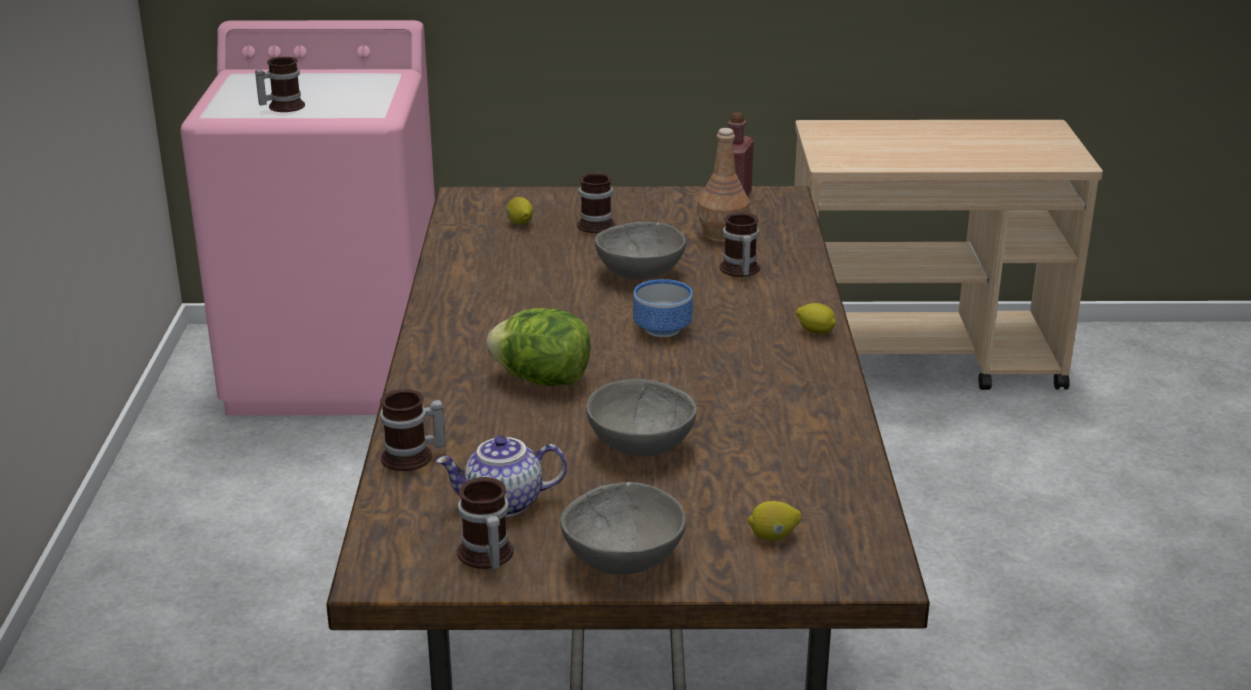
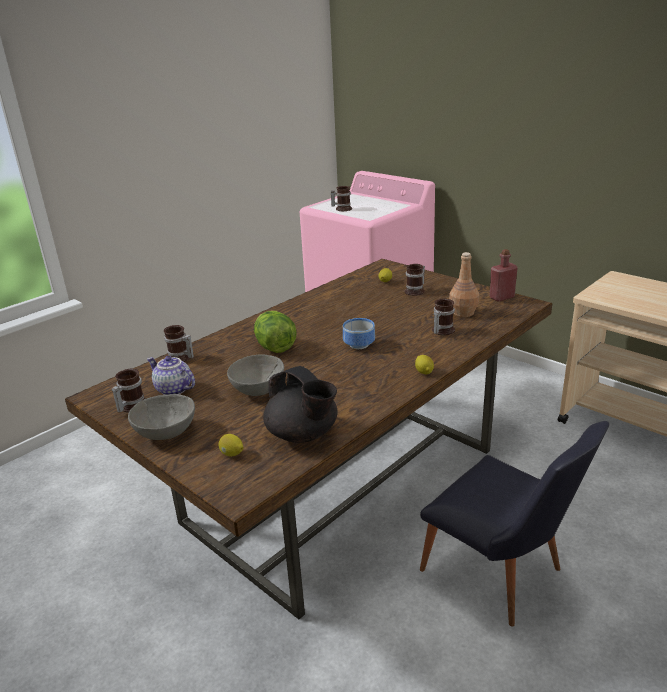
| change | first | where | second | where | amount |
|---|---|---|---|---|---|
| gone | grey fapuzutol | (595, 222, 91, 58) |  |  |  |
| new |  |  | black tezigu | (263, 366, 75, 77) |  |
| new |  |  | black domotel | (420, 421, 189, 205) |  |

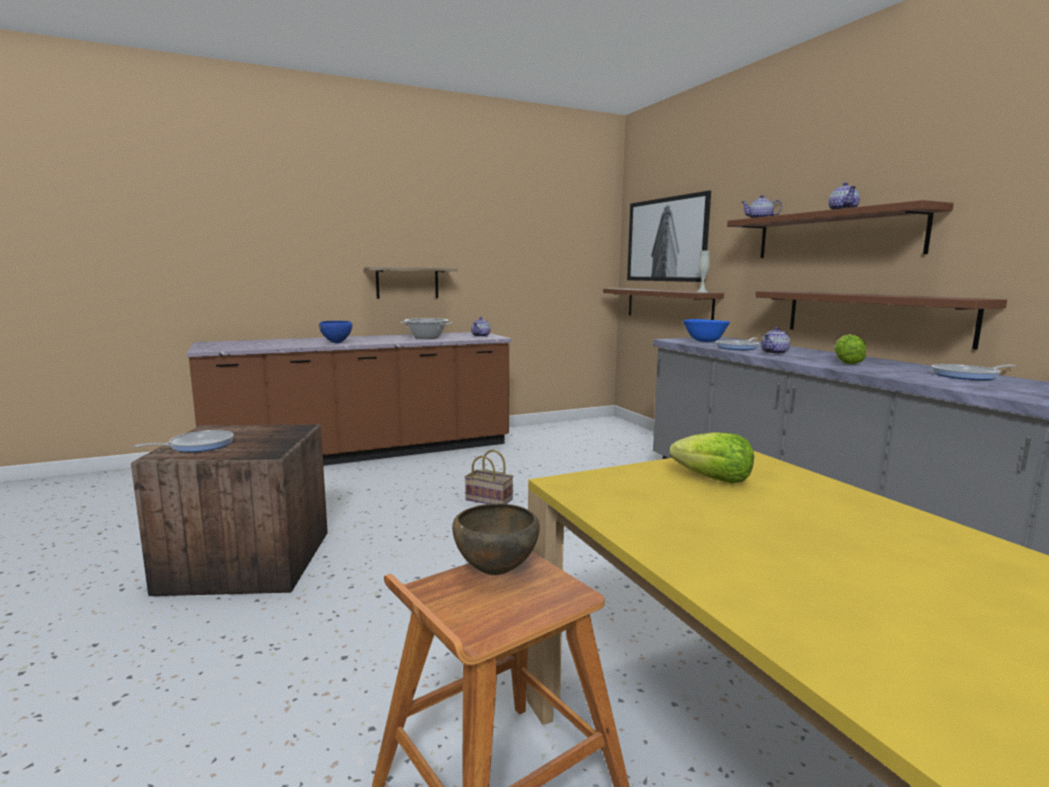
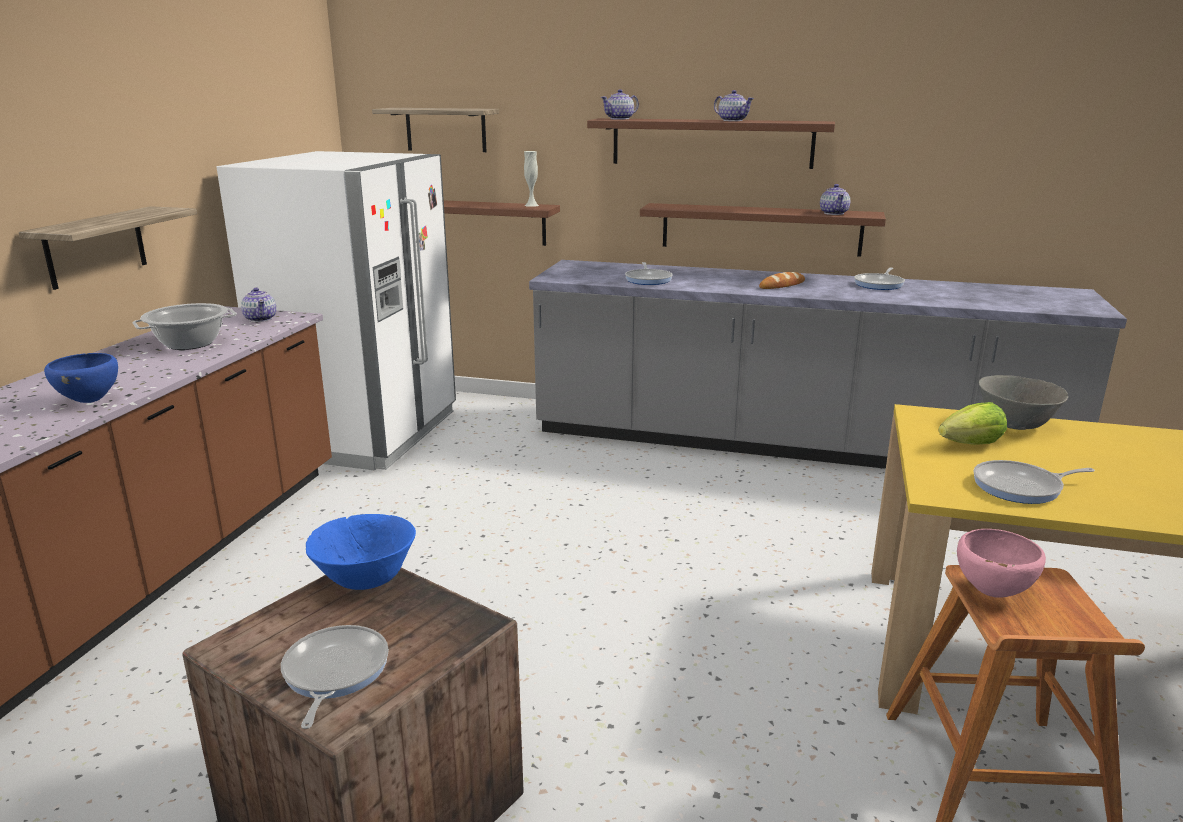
| change | first | where | second | where | amount |
|---|---|---|---|---|---|
| repainted | brown fapuzutol | (452, 503, 88, 72) | pink fapuzutol | (957, 529, 89, 69) |  |
| gone | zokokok | (465, 450, 48, 54) |  |  |  |
| swapped | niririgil | (627, 190, 84, 92) | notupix | (372, 108, 127, 44) |  |
| shifted | blue fapuzutol | (683, 319, 47, 23) |  | (306, 514, 110, 76) |  |
| shifted | tezigu | (761, 327, 29, 27) |  | (820, 184, 30, 31) |  |
| swapped | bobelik | (834, 334, 32, 30) | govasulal | (759, 272, 46, 17) |  |
| new |  |  | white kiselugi | (217, 151, 239, 320) |  |
| new |  |  | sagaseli | (973, 460, 122, 44) |  |
| new |  |  | grey fapuzutol | (978, 375, 91, 55) |  |

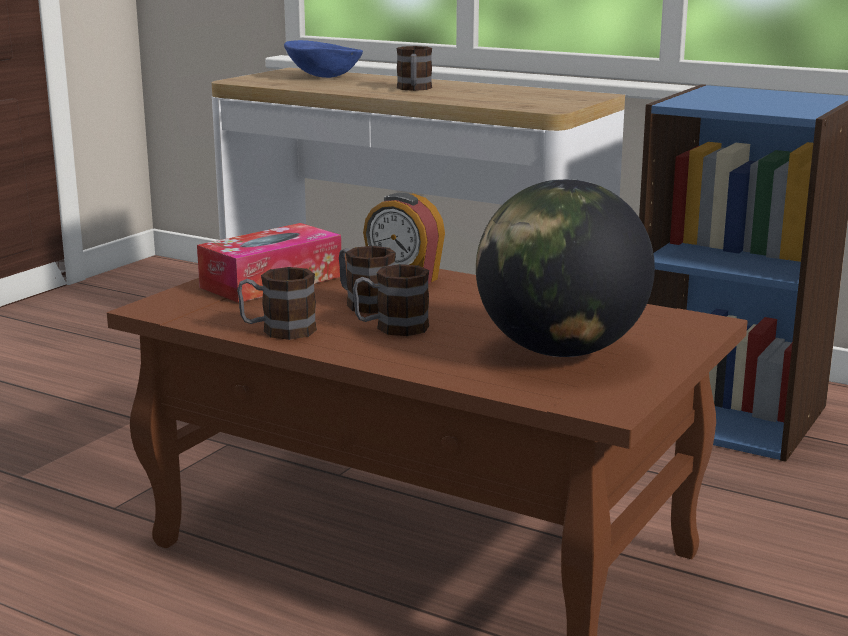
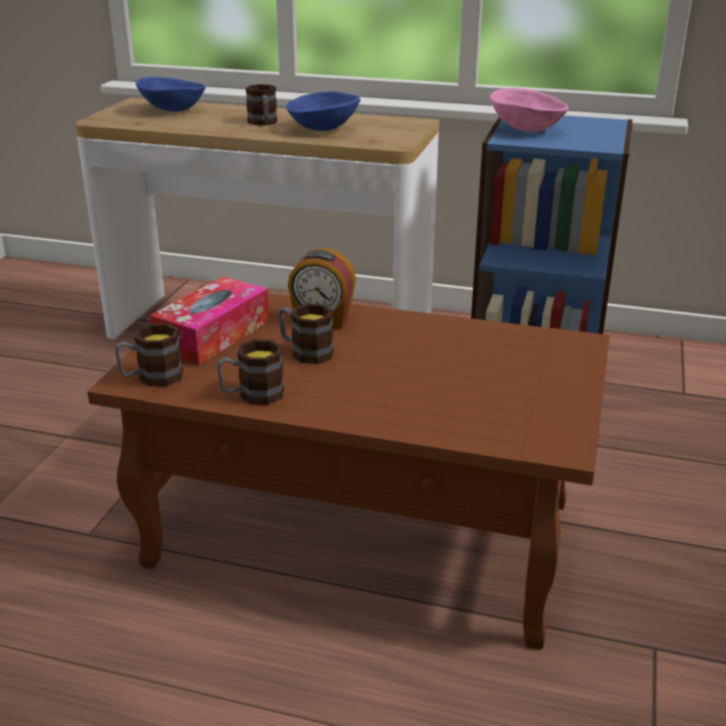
| change | first | where | second | where | amount |
|---|---|---|---|---|---|
| shifted | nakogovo | (353, 264, 76, 72) |  | (115, 323, 68, 63) |  |
| gone | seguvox | (476, 179, 179, 178) |  |  |  |
| new |  |  | blue fapuzutol | (286, 91, 74, 40) |  |
| new |  |  | pink fapuzutol | (490, 88, 78, 44) |  |

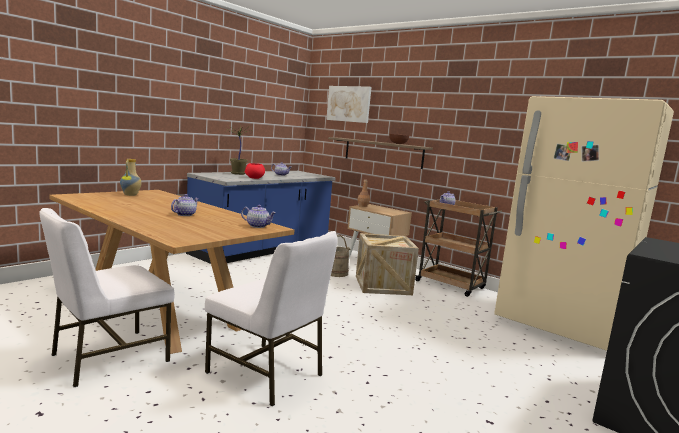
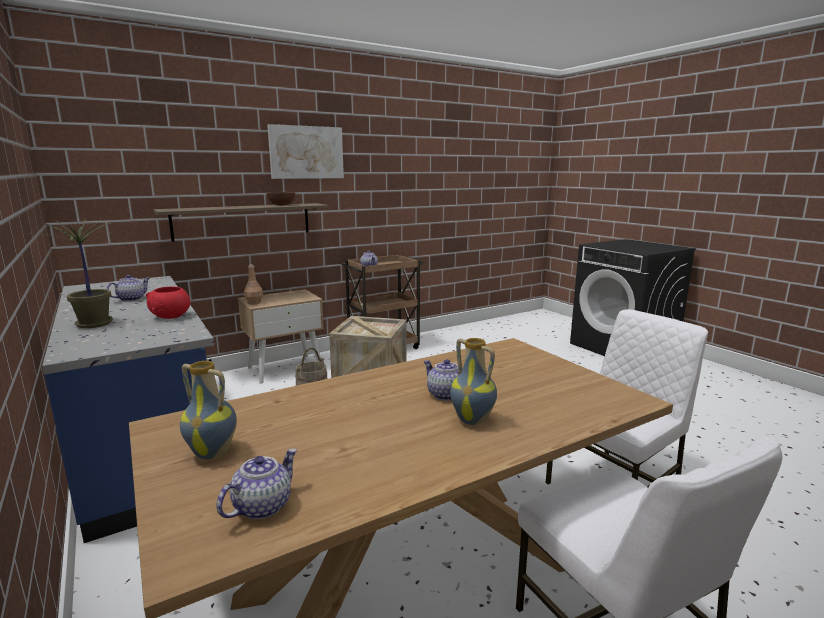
| change | first | where | second | where | amount |
|---|---|---|---|---|---|
| shifted | tezigu | (241, 205, 35, 23) |  | (216, 449, 81, 70) |  |
| shifted | niririgil | (326, 86, 45, 37) |  | (267, 124, 77, 55) |  |
| gone | beige kiselugi | (494, 96, 180, 255) |  |  |  |
| new |  |  | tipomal | (450, 338, 47, 87) |  |

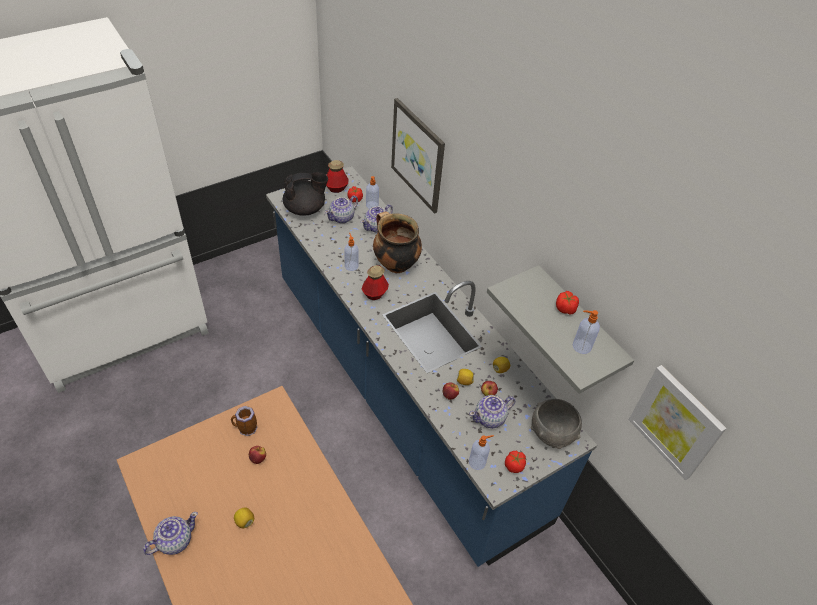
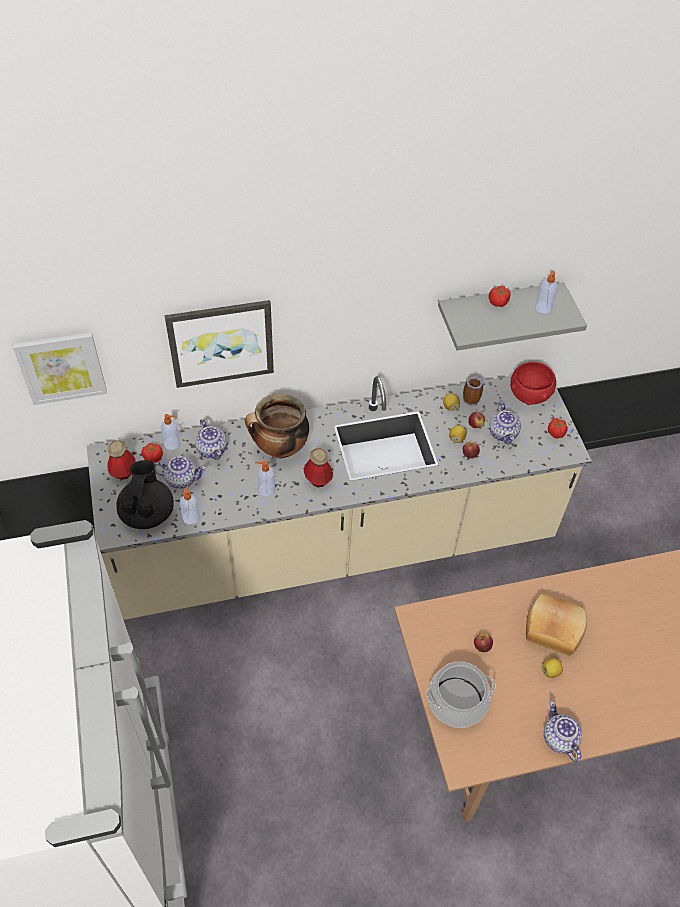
| change | first | where | second | where | amount |
|---|---|---|---|---|---|
| shifted | nakogovo | (231, 406, 26, 30) |  | (463, 376, 21, 30) |  |
| repainted | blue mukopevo | (266, 166, 331, 401) | beige mukopevo | (87, 376, 505, 244) |  |
| rotated | tezigu | (325, 196, 33, 28) |  | (155, 456, 51, 33) | 60 degrees counterclockwise |
| shifted | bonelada | (469, 435, 25, 35) |  | (180, 483, 20, 42) |  |
| repainted | grey fapuzutol | (531, 399, 51, 50) | red fapuzutol | (510, 362, 46, 43) |  |
| shifted | niririgil | (629, 365, 98, 115) |  | (13, 332, 94, 73) |  |
| new |  |  | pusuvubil | (426, 661, 69, 67) |  |
| new |  |  | govasulal | (526, 593, 61, 63) |  |

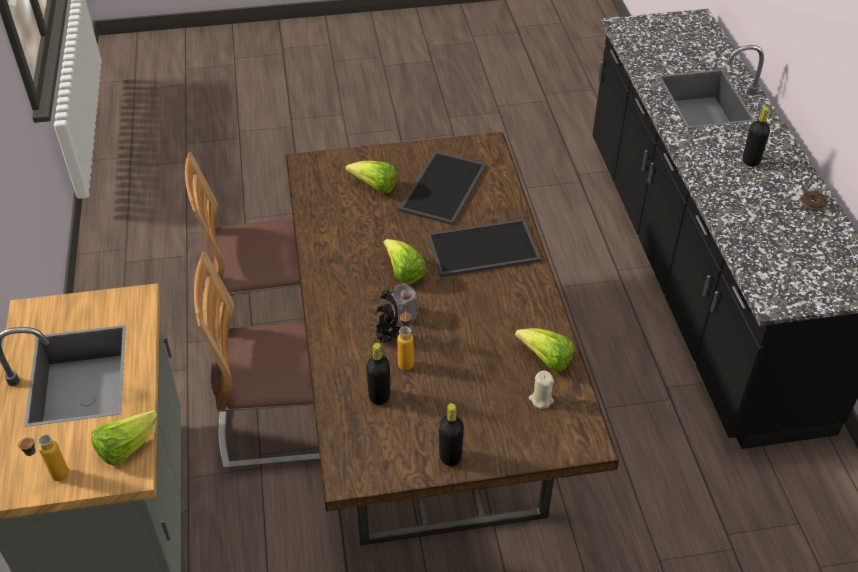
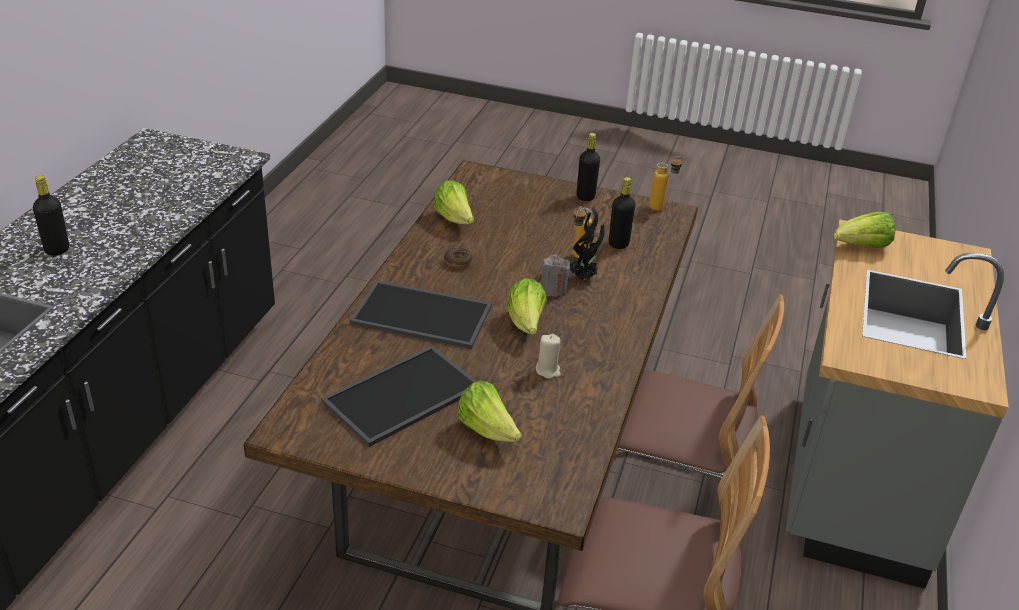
| change | first | where | second | where | amount |
|---|---|---|---|---|---|
| shifted | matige | (18, 434, 51, 47) |  | (649, 156, 34, 55) |  |
| shifted | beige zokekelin | (529, 370, 25, 39) |  | (536, 334, 25, 45) |  |
| shifted | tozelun | (801, 191, 26, 20) |  | (444, 248, 29, 20) |  |

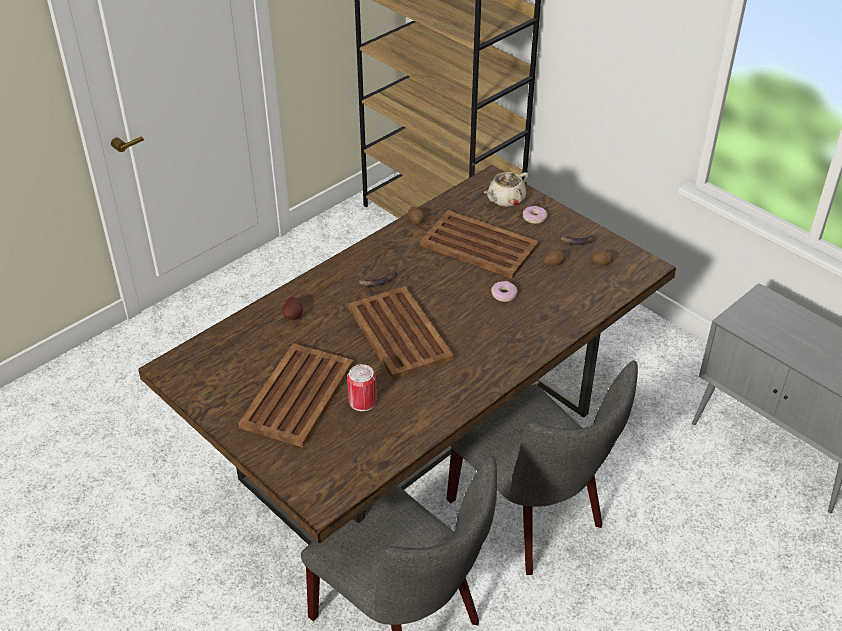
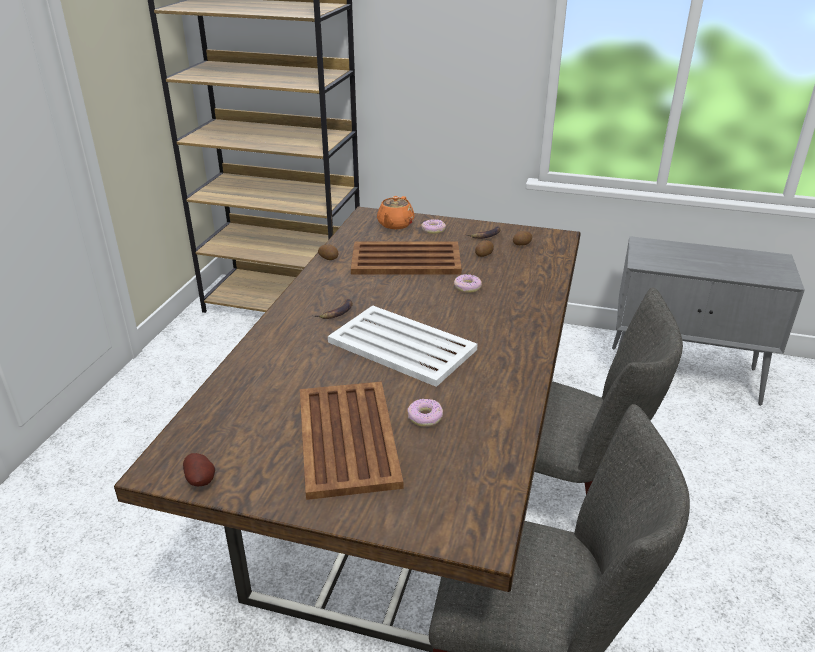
| change | first | where | second | where | amount |
|---|---|---|---|---|---|
| shifted | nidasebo | (282, 297, 21, 23) |  | (183, 453, 32, 33) |  |
| swapped | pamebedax | (347, 364, 30, 47) | tozelun | (407, 399, 36, 28) |  |
| repainted | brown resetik | (348, 286, 106, 94) | white resetik | (328, 305, 150, 82) |  |
| repainted | beige tezigu | (484, 172, 45, 35) | orange tezigu | (377, 196, 38, 33) |  |

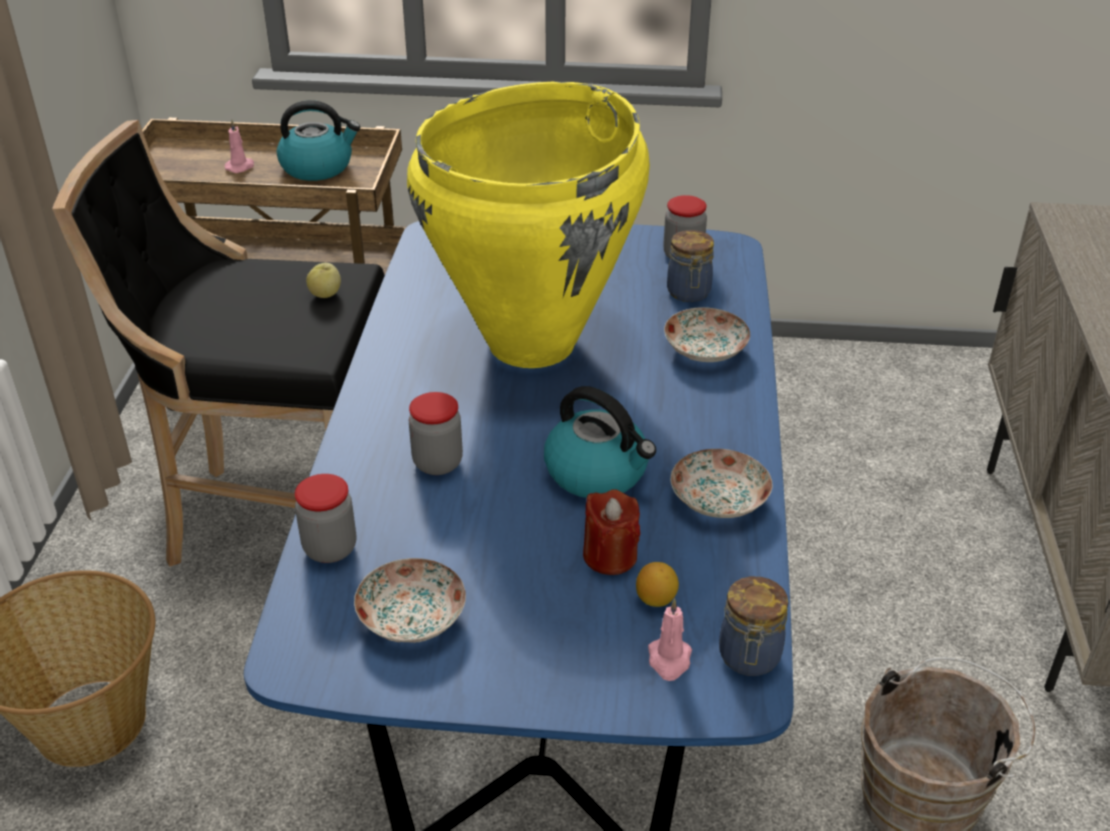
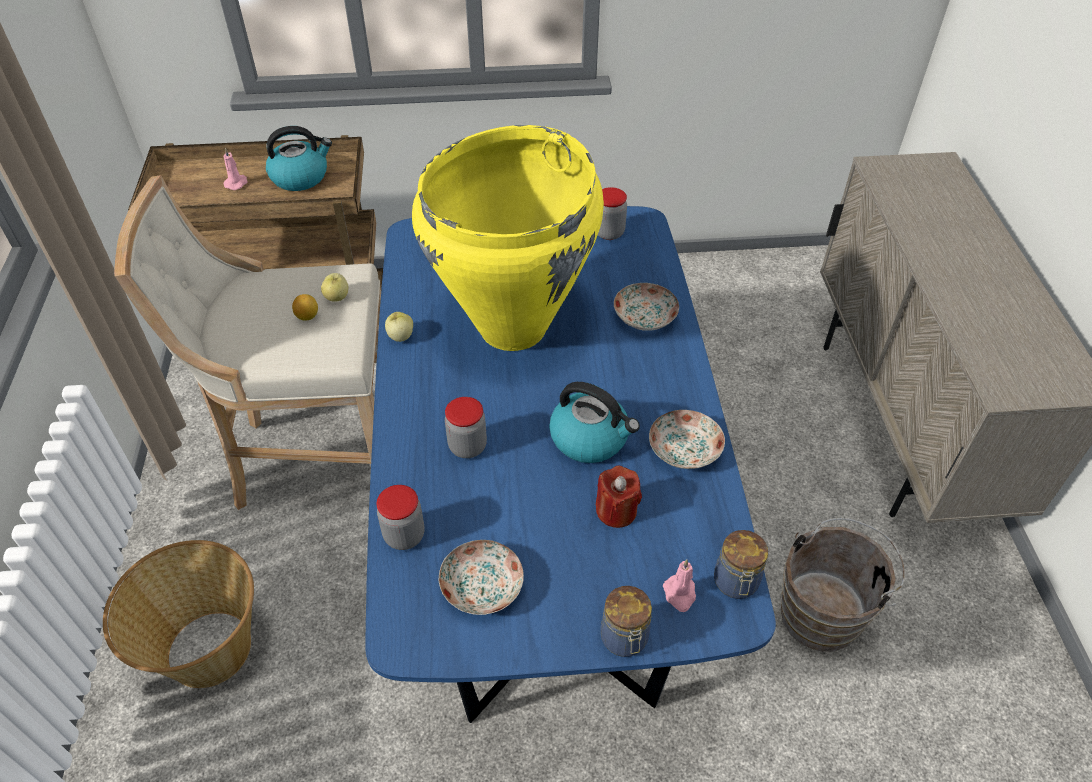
| change | first | where | second | where | amount |
|---|---|---|---|---|---|
| repainted | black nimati | (52, 120, 333, 447) | beige nimati | (114, 175, 267, 335) |  |
| shifted | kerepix | (636, 562, 43, 45) |  | (292, 294, 26, 26) |  |
| shifted | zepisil | (667, 230, 47, 72) |  | (600, 586, 52, 71) |  |
| new |  |  | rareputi | (385, 312, 28, 30) |  |

